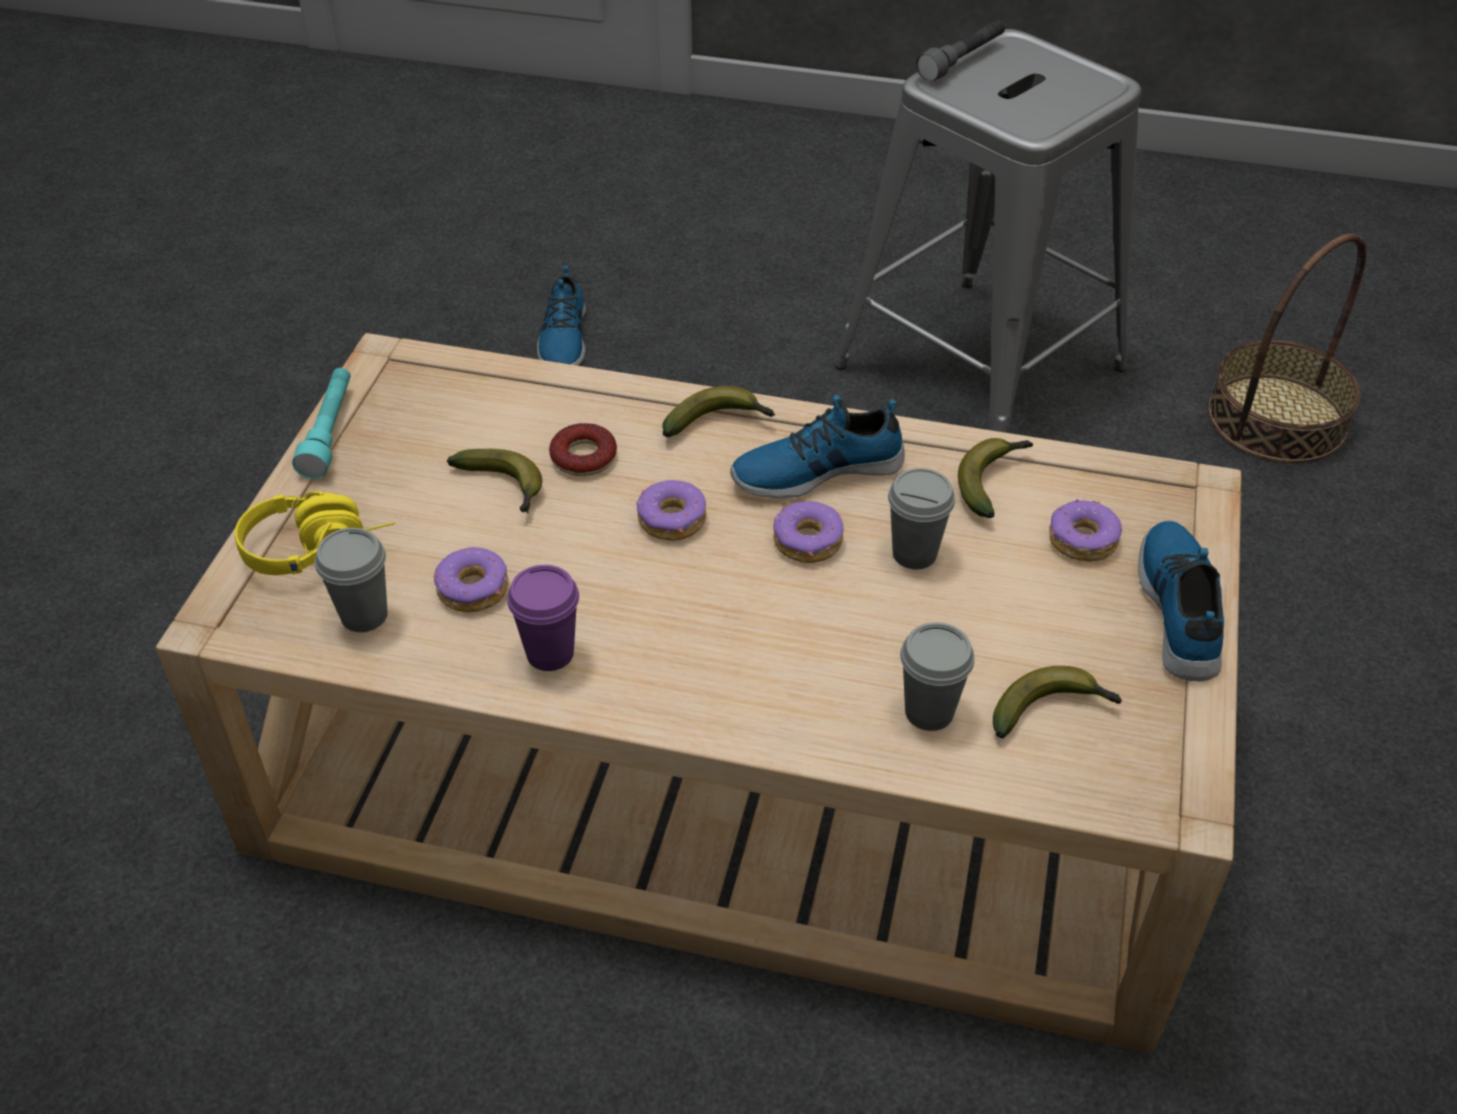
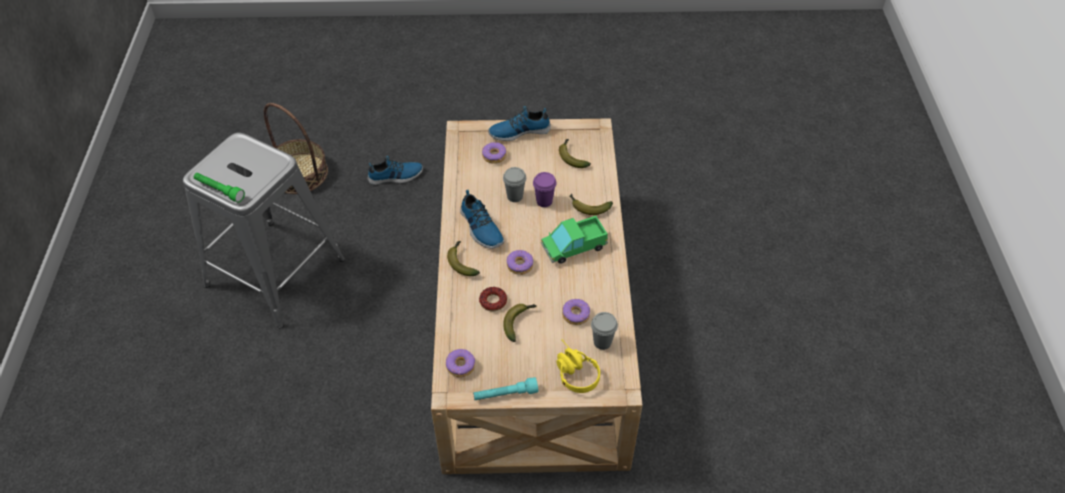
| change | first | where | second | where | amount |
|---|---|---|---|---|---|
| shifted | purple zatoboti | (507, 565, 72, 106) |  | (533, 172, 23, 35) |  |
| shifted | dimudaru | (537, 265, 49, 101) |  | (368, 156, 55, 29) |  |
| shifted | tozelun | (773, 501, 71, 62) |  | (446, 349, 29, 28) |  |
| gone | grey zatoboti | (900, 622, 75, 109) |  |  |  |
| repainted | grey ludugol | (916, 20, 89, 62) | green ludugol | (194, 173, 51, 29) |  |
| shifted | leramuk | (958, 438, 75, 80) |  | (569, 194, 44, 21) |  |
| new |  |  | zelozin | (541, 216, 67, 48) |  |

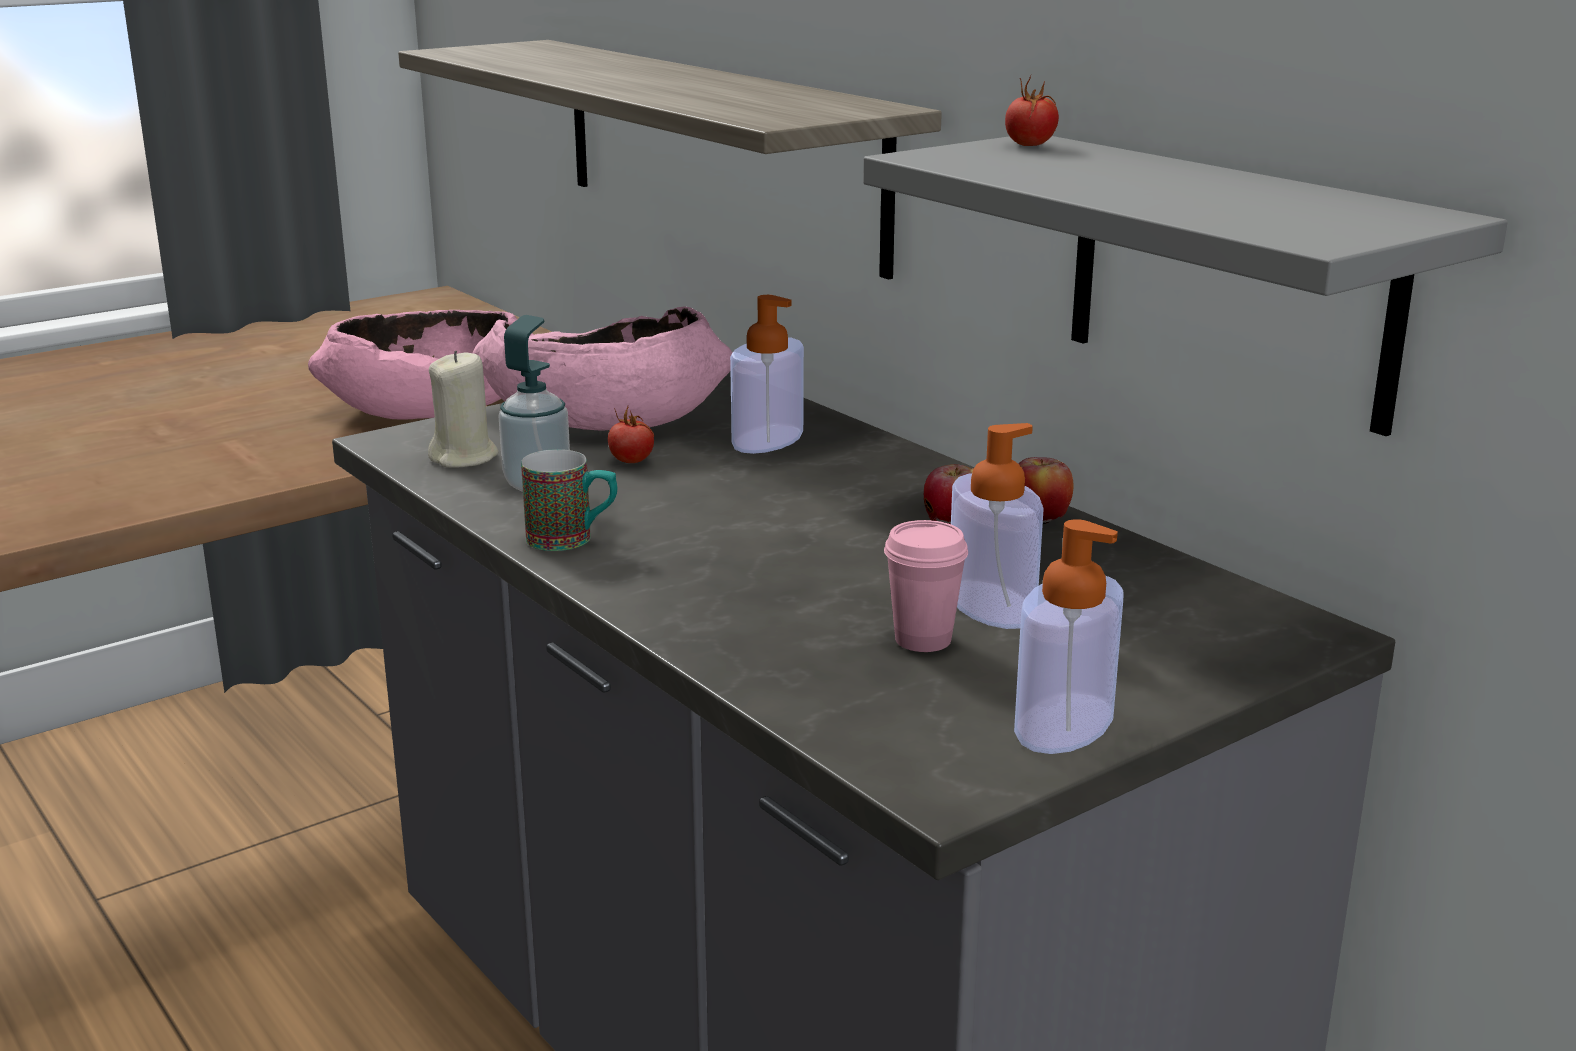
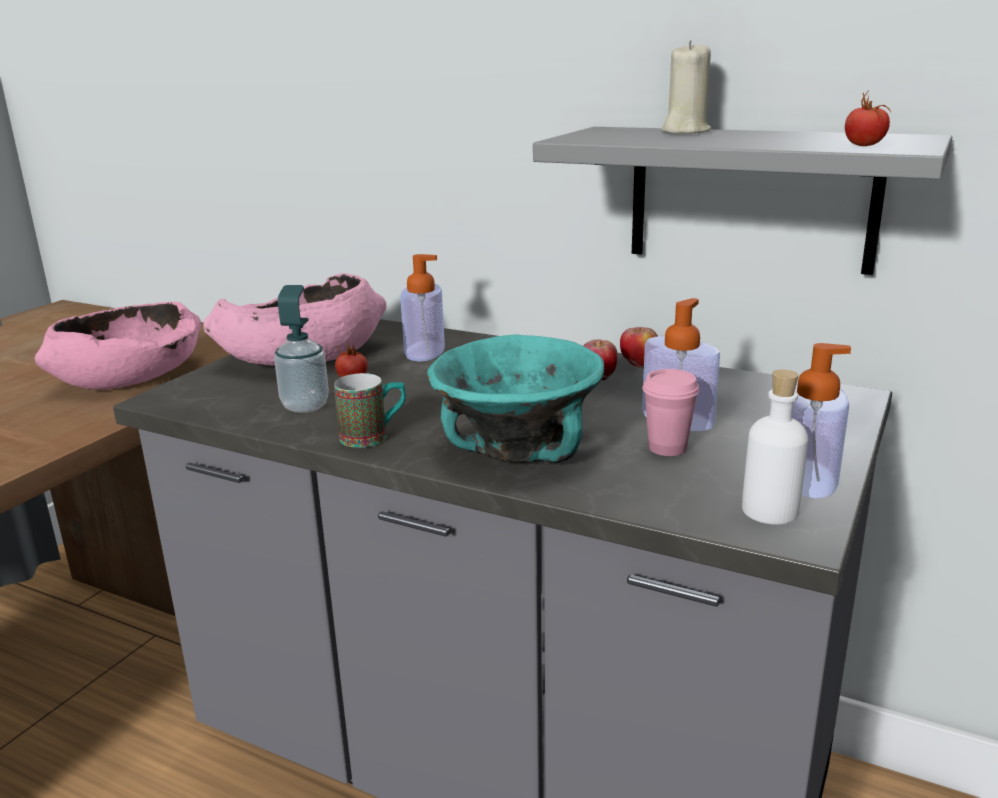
| change | first | where | second | where | amount |
|---|---|---|---|---|---|
| gone | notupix | (398, 40, 544, 240) |  |  |  |
| shifted | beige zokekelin | (428, 351, 70, 117) |  | (661, 40, 50, 94) |  |
| shifted | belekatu | (1005, 76, 54, 70) |  | (845, 90, 46, 56) |  |
| new |  |  | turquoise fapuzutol | (427, 335, 178, 128) |  |
| new |  |  | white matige | (742, 370, 66, 155) |  |

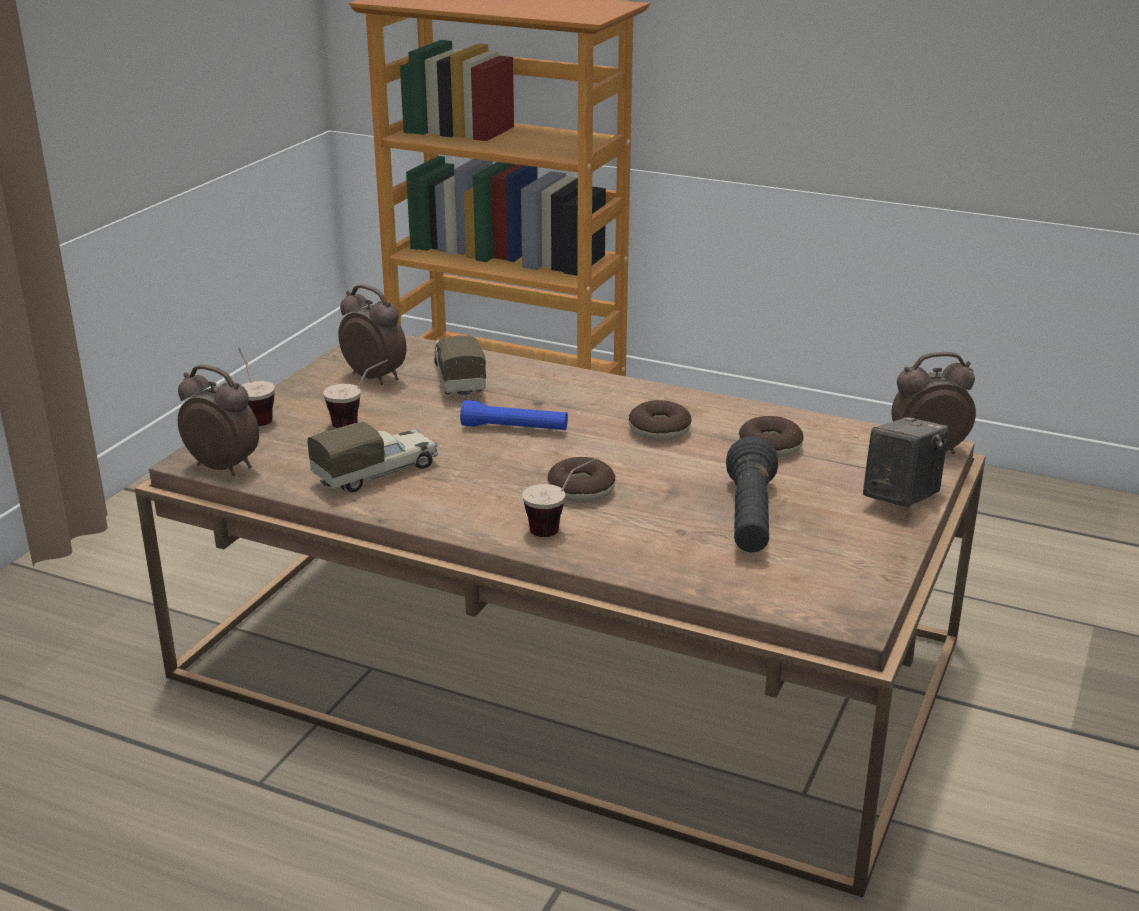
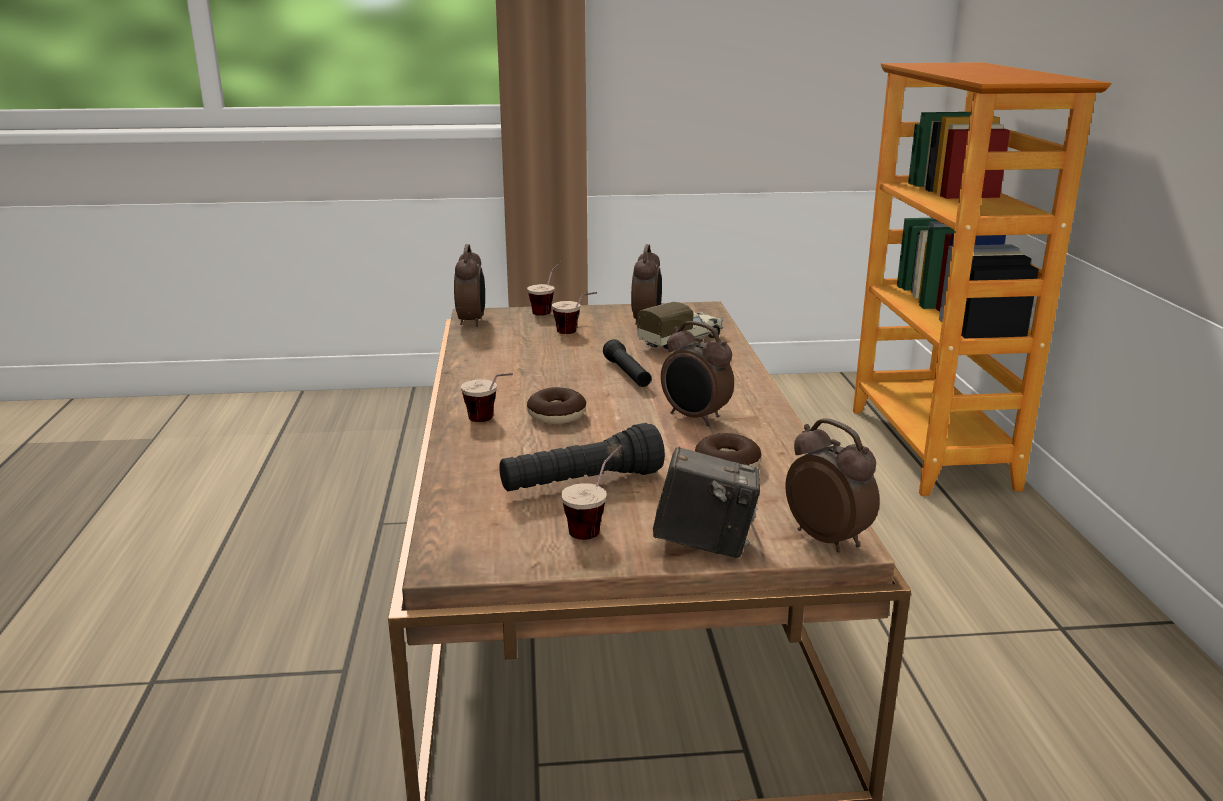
| change | first | where | second | where | amount |
|---|---|---|---|---|---|
| gone | zelozin | (307, 421, 132, 71) |  |  |  |
| repainted | blue ludugol | (460, 400, 108, 30) | black ludugol | (603, 339, 49, 48) |  |
| swapped | tozelun | (629, 400, 63, 40) | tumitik | (661, 321, 73, 105) |  |
| new |  |  | zatoboti | (561, 445, 61, 95) |  |

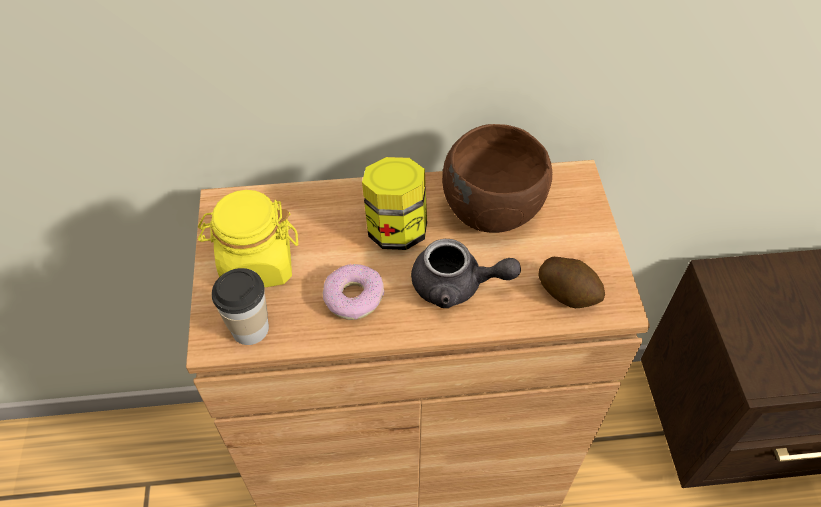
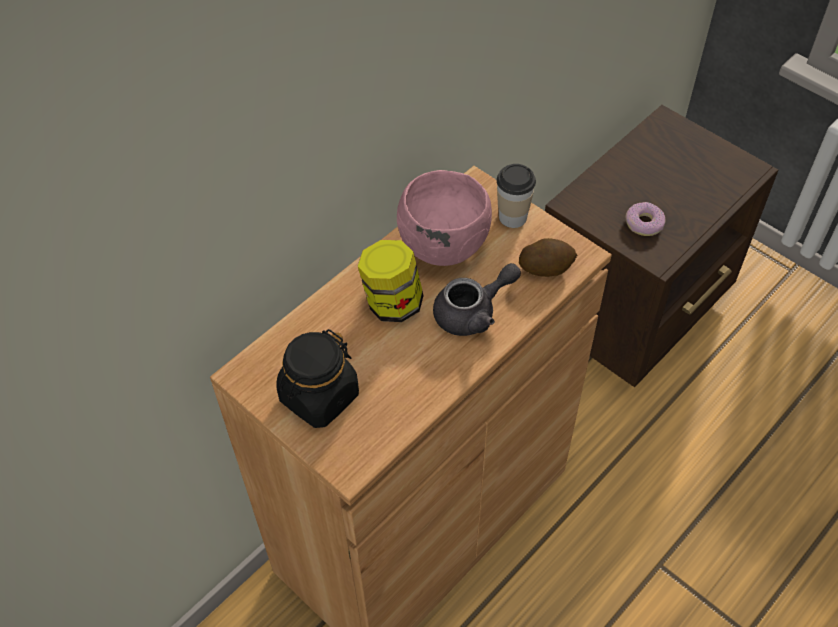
| change | first | where | second | where | amount |
|---|---|---|---|---|---|
| repainted | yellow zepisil | (198, 190, 100, 98) | black zepisil | (276, 329, 83, 99) |  |
| shifted | zatoboti | (212, 268, 57, 77) |  | (497, 164, 39, 64) |  |
| shifted | tozelun | (323, 264, 61, 56) |  | (625, 202, 41, 34) |  |
| repainted | brown fapuzutol | (442, 124, 110, 109) | pink fapuzutol | (397, 170, 95, 96) |  |

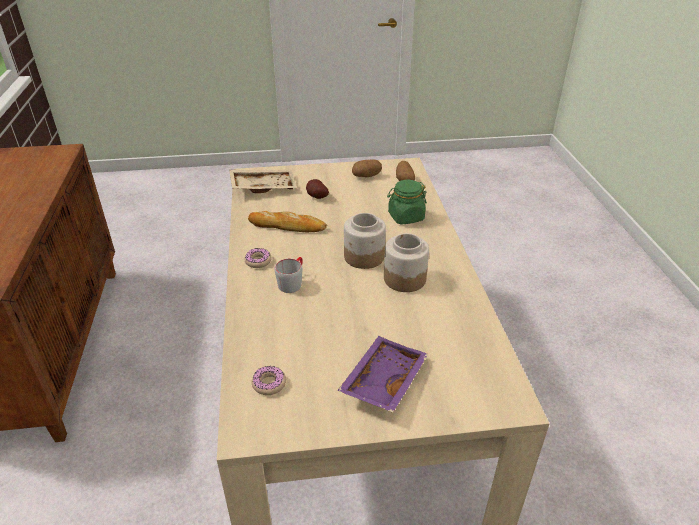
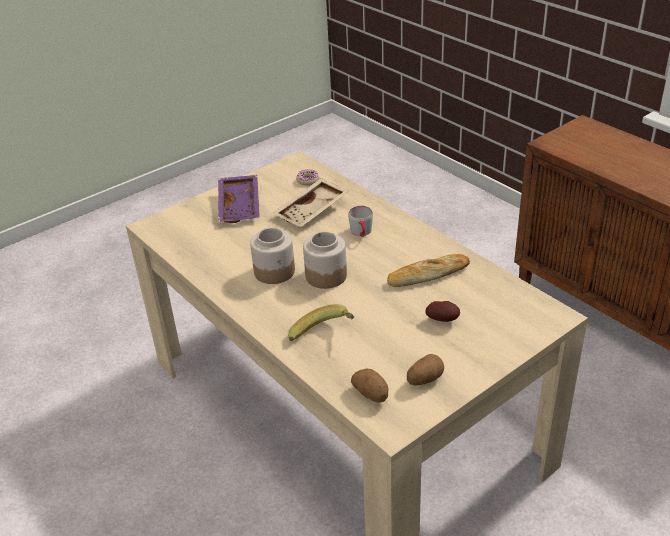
| change | first | where | second | where | amount |
|---|---|---|---|---|---|
| shifted | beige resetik | (229, 170, 68, 23) |  | (273, 178, 76, 49) |  |
| gone | tozelun | (244, 248, 28, 20) |  |  |  |
| swapped | green zepisil | (387, 180, 40, 45) | leramuk | (288, 304, 66, 37) |  |

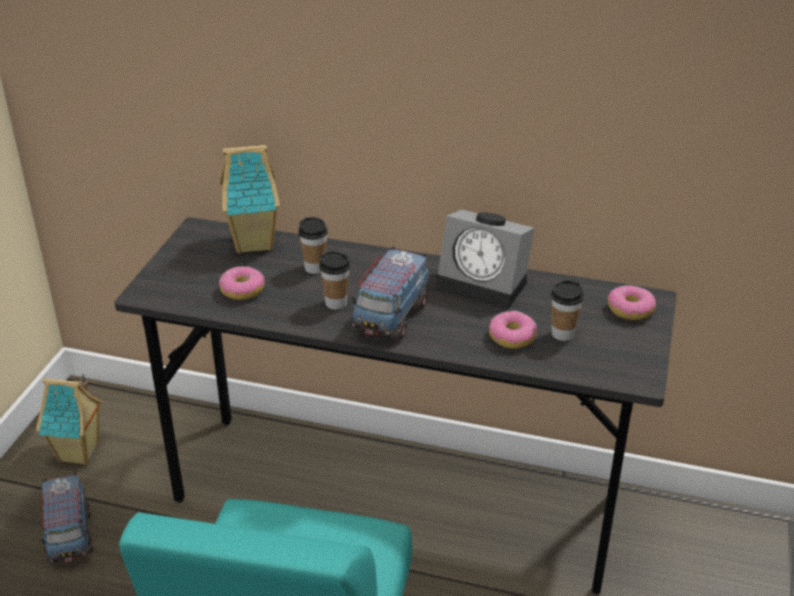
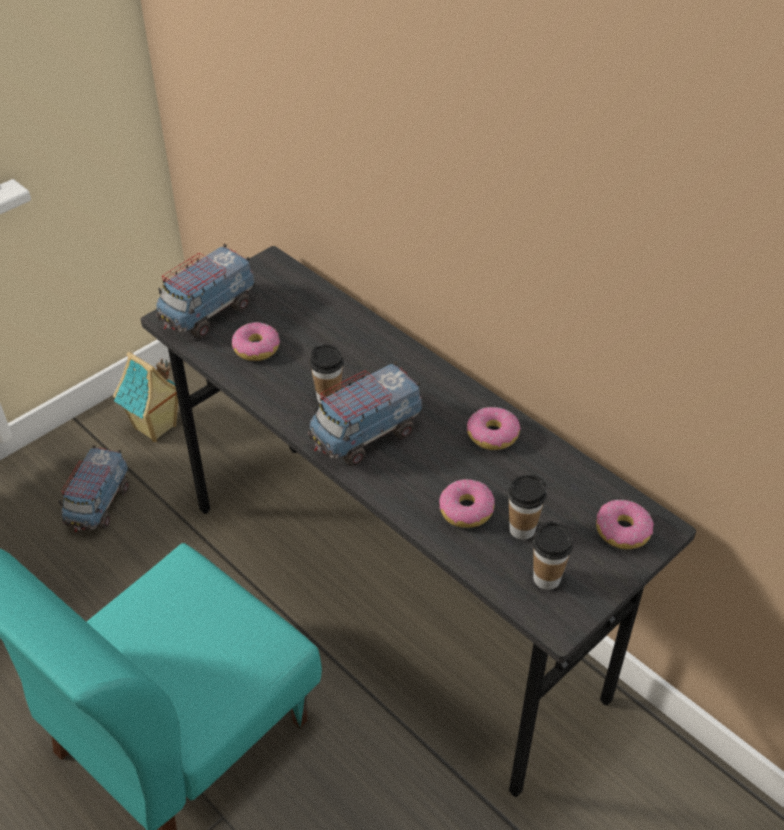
| change | first | where | second | where | amount |
|---|---|---|---|---|---|
| gone | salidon | (220, 144, 60, 110) |  |  |  |
| shifted | zatoboti | (298, 217, 30, 57) |  | (533, 521, 40, 69) |  |
| swapped | tumitik | (436, 210, 98, 100) | tozelun | (467, 407, 54, 43) |  |
| new |  |  | zelozin | (156, 244, 99, 95) |  |

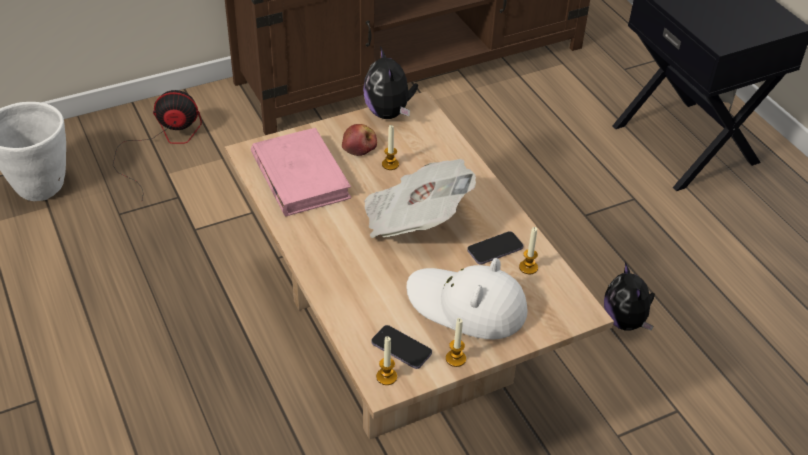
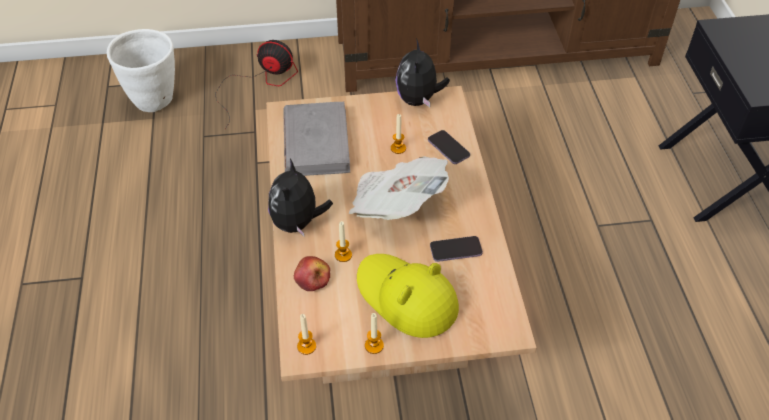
| change | first | where | second | where | amount |
|---|---|---|---|---|---|
| repainted | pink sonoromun | (251, 128, 100, 88) | grey sonoromun | (283, 102, 67, 74) |  |
| shifted | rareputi | (342, 124, 35, 32) |  | (294, 256, 36, 35) |  |
| shifted | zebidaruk | (371, 325, 61, 44) |  | (428, 130, 42, 34) |  |
| repainted | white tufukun | (406, 258, 122, 82) | yellow tufukun | (357, 254, 102, 84) |  |
| shifted | zokekelin | (519, 227, 19, 48) |  | (335, 221, 17, 41) |  |
| shifted | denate | (604, 262, 51, 69) |  | (268, 159, 65, 78) |  |

